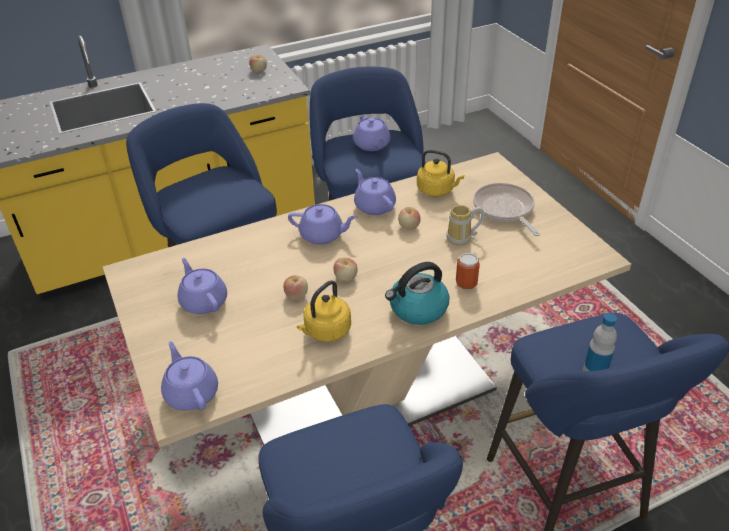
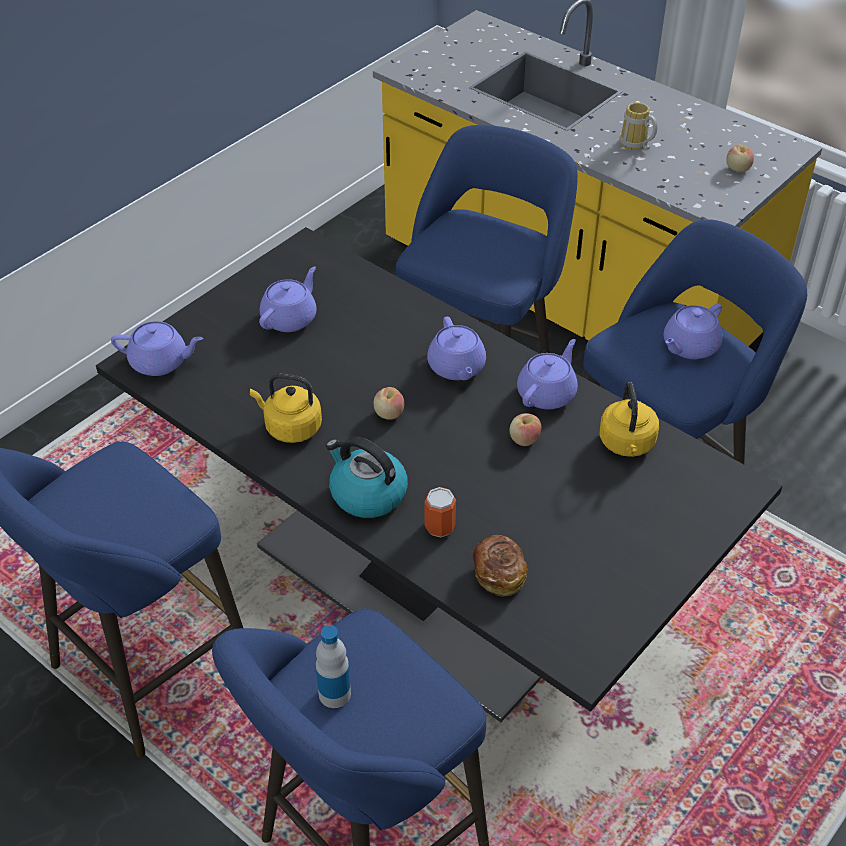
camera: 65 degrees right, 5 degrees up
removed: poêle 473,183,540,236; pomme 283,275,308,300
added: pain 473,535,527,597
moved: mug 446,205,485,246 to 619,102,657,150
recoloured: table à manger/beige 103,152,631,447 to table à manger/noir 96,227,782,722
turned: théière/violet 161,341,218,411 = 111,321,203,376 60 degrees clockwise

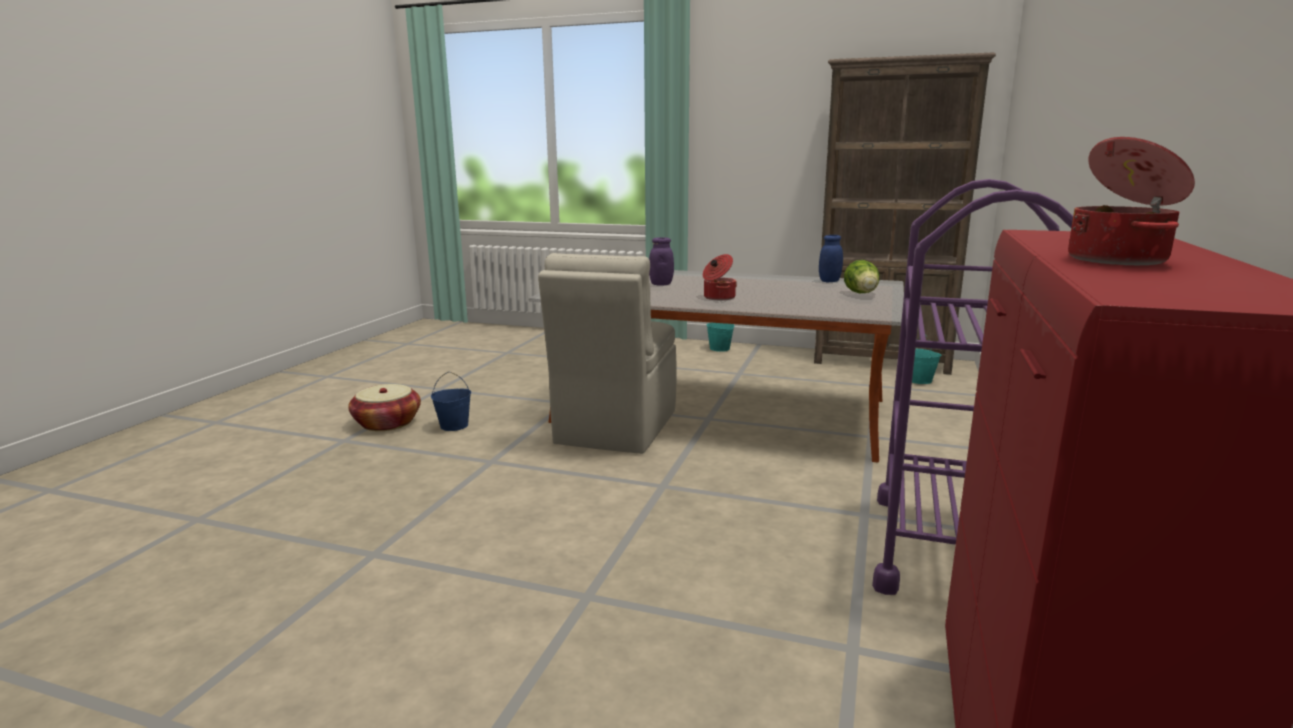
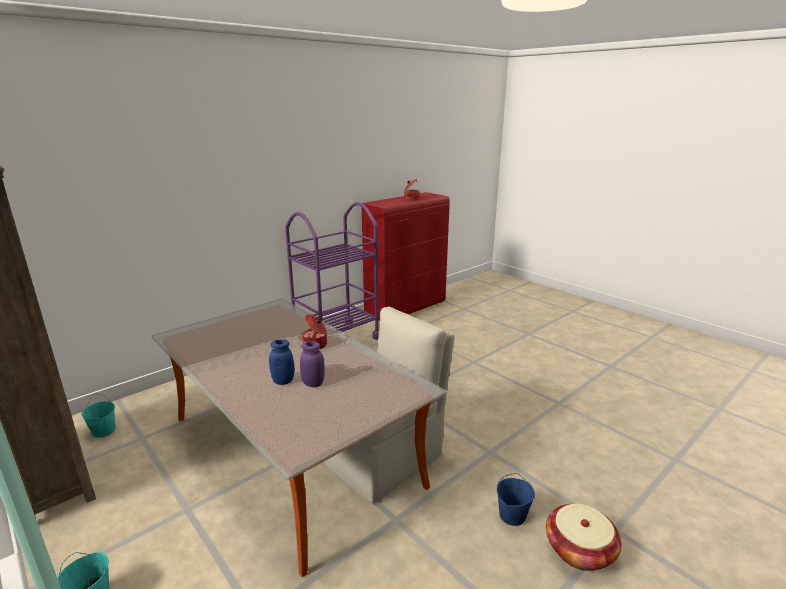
camera: 150 degrees left, 5 degrees up
removed: laitue 844,260,879,293
moved: bocal/bleu 819,235,843,282 to 269,339,295,385

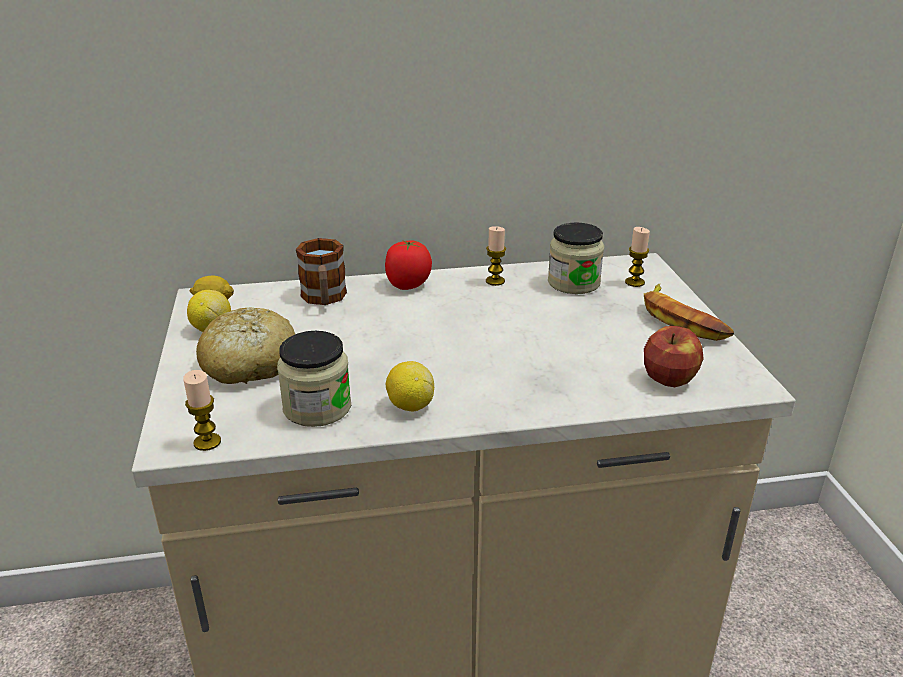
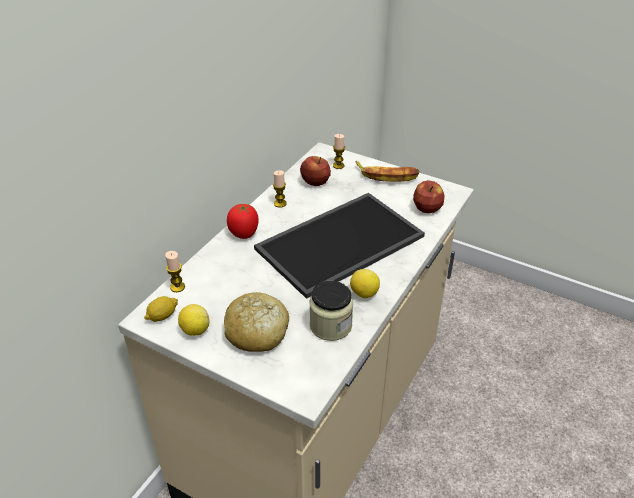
camera: 50 degrees left, 10 degrees up
removed: mug 296,238,347,305
added: plateau 254,193,425,299
moved: bougie 183,370,221,451 to 165,251,185,292
replaced: bocal 548,223,604,294 to pomme 300,156,331,186

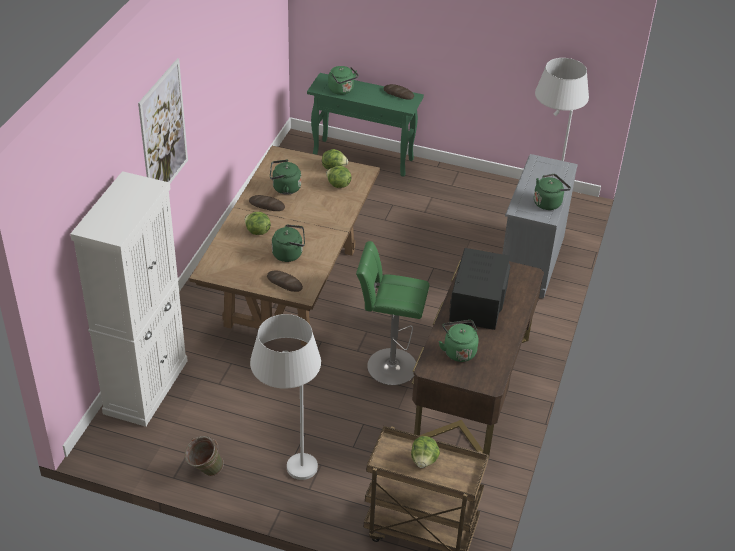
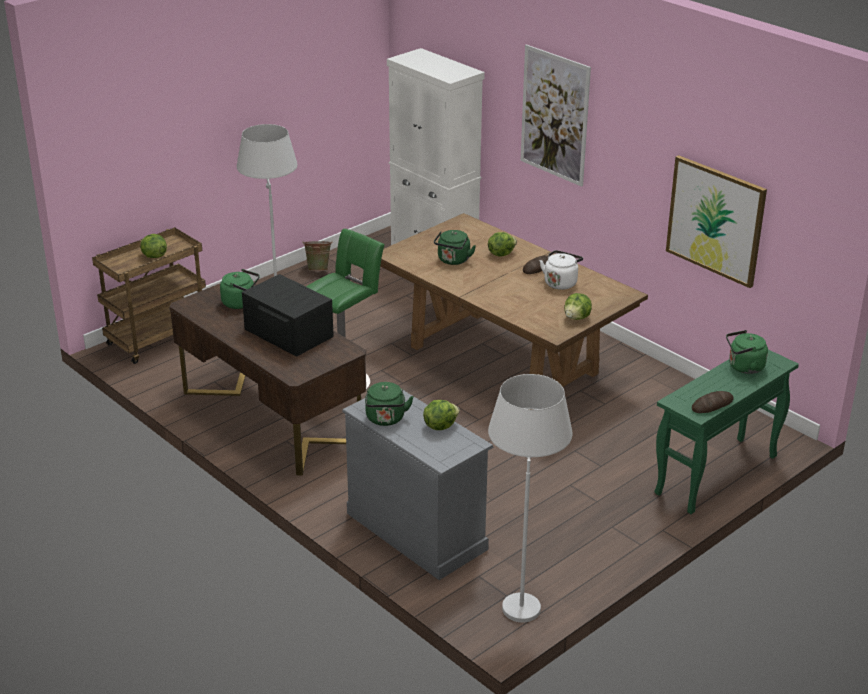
camera: 120 degrees right, 10 degrees down
removed: pain 267,271,303,292
added: tableau 666,155,767,288
moved: laitue 326,166,352,188 to 423,400,460,430
recoloured: bouilloire/vert 270,160,301,195 to bouilloire/blanc 540,250,583,290

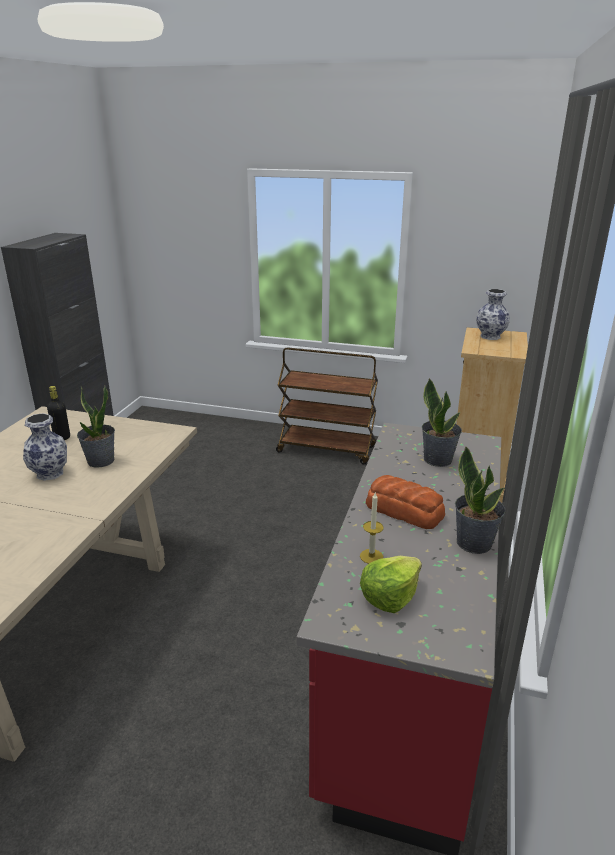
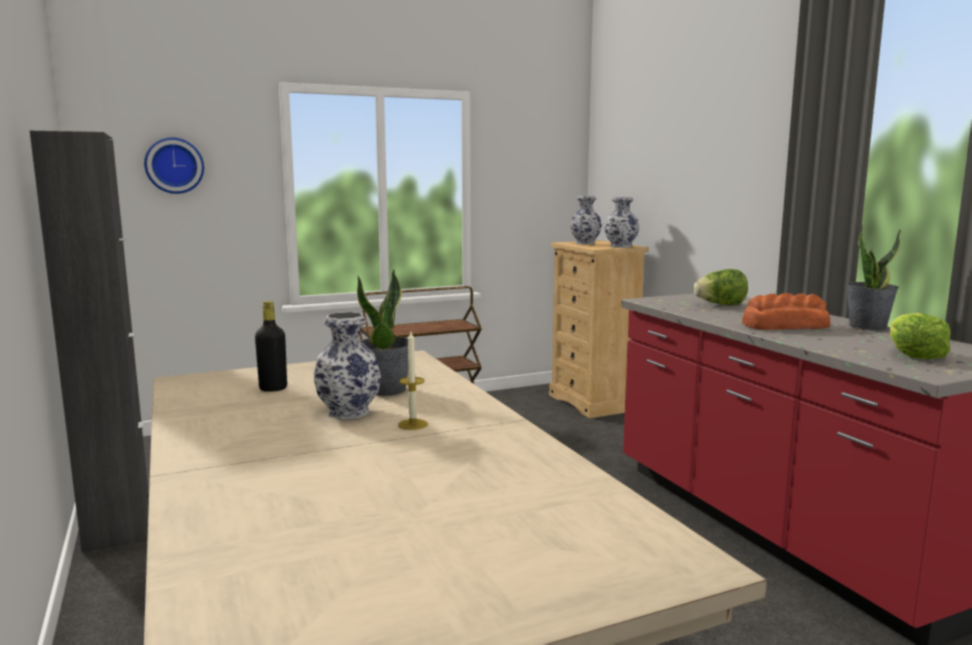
camera: 40 degrees left, 15 degrees down
added: horloge murale 144,137,204,194; vase 604,197,639,248
moved: bougie 360,493,384,564 to 398,332,428,430
replaced: plante en pot 422,378,462,467 to laitue 693,269,748,305

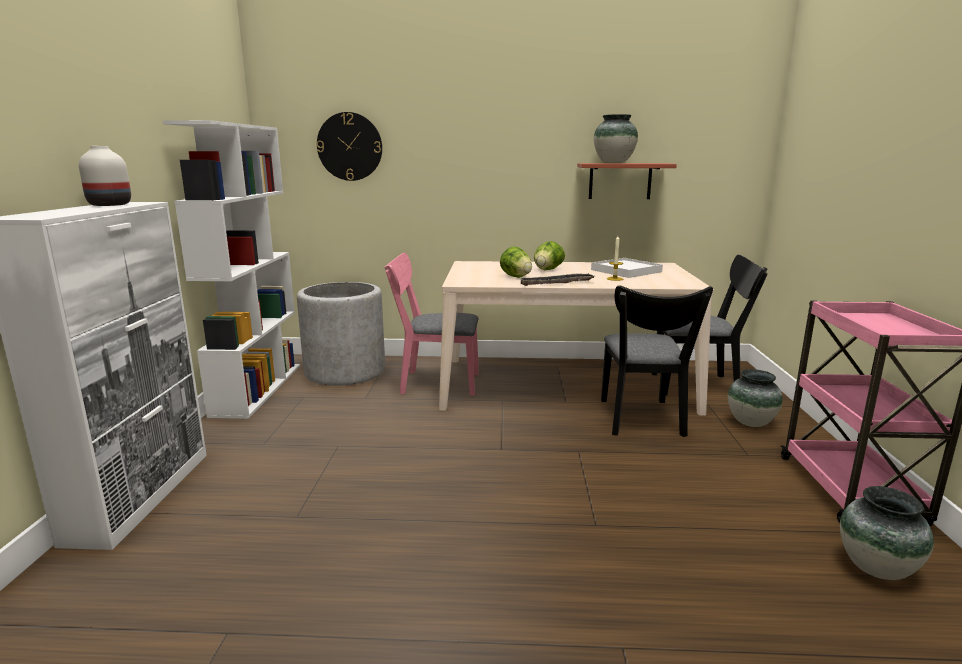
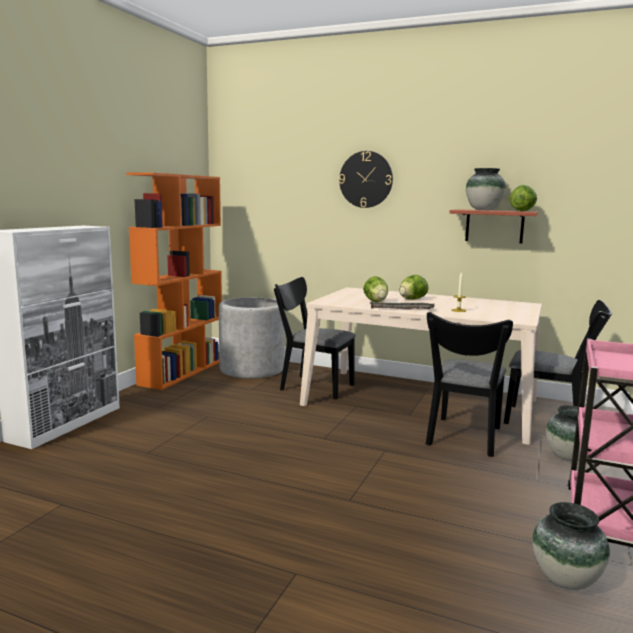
camera: 20 degrees right, 5 degrees down
removed: vase/blanc 79,146,131,206; plateau/blanc 591,258,663,278
added: laitue 509,185,537,211
moved: horloge murale 316,112,382,181 to 339,151,393,208
recoloured: bibliothèque/blanc 163,120,300,419 to bibliothèque/orange 126,172,222,390; chaise/rose 384,253,479,396 to chaise/noir 274,277,356,399

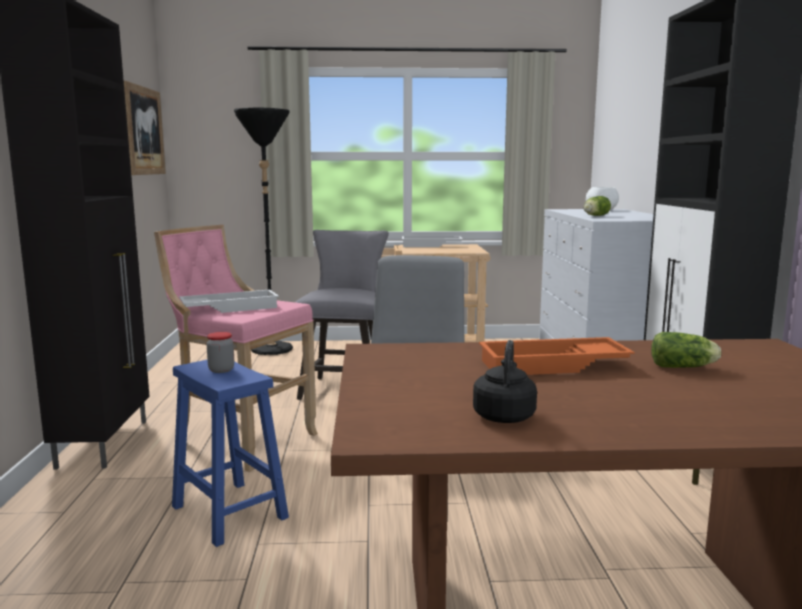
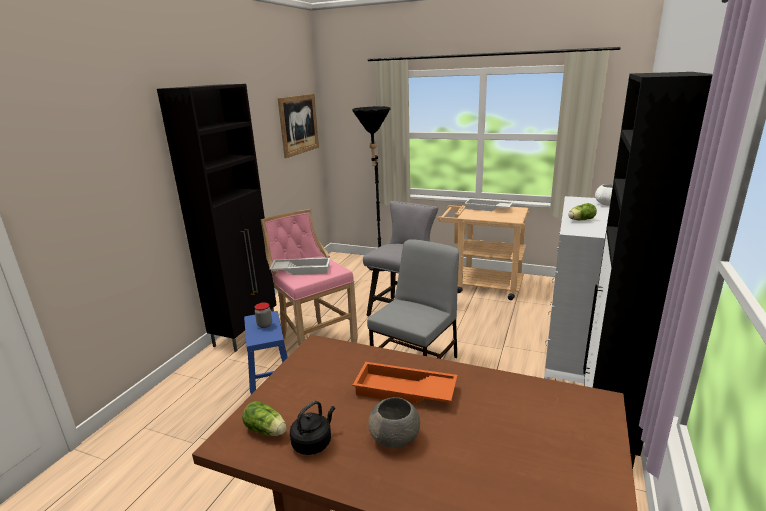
camera: 25 degrees right, 10 degrees up
added: bol/gris 368,397,420,448
moved: laitue 651,332,721,368 to 242,401,286,436

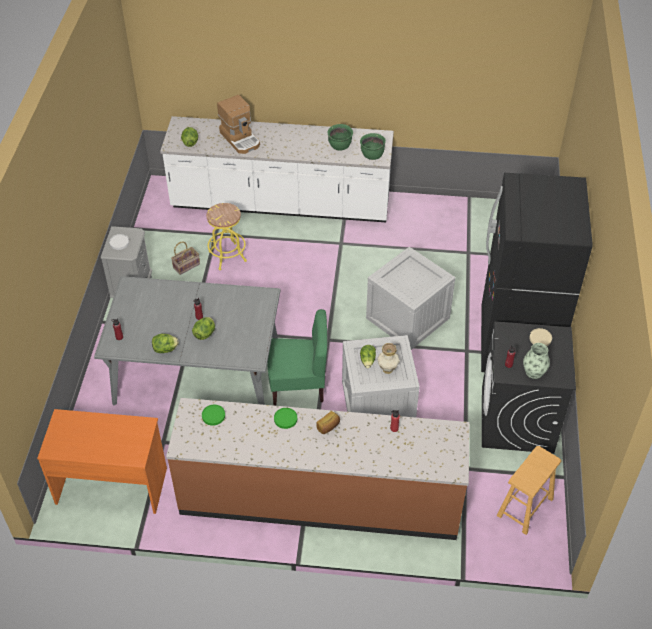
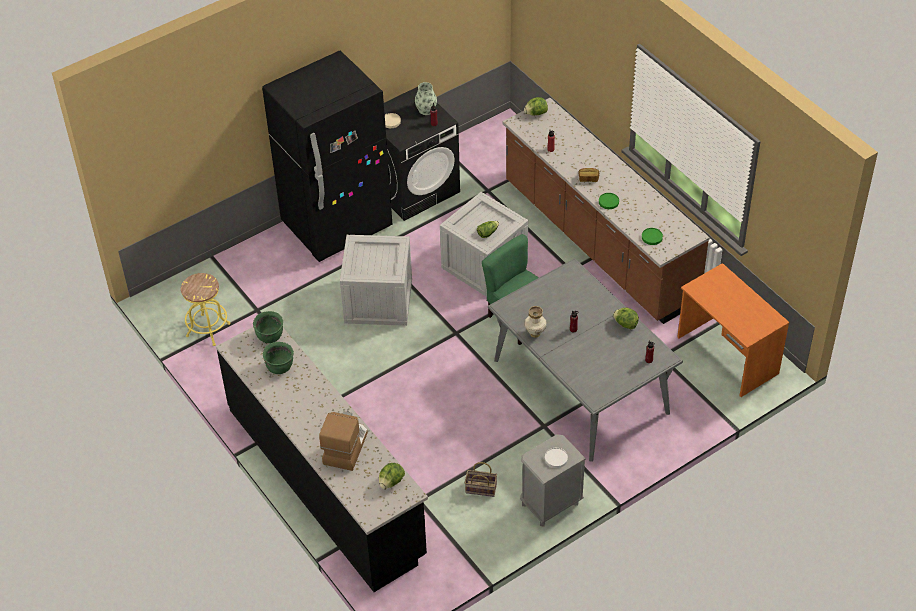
camera: 130 degrees left, 0 degrees up
removed: tabouret/marron 497,446,561,535
moved: tabouret/jaune 206,203,247,270 to 181,273,231,346; laitue 192,317,215,340 to 524,97,548,115; vase 377,343,400,374 to 524,306,546,338
recoloured: comptoir de cuisine/blanc 160,116,394,222 to comptoir de cuisine/noir 216,327,428,592

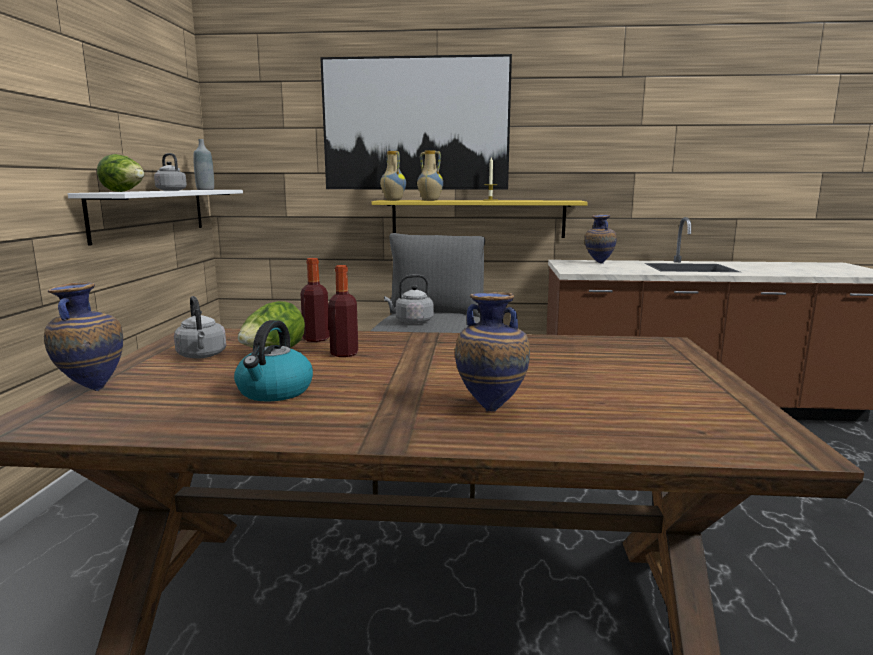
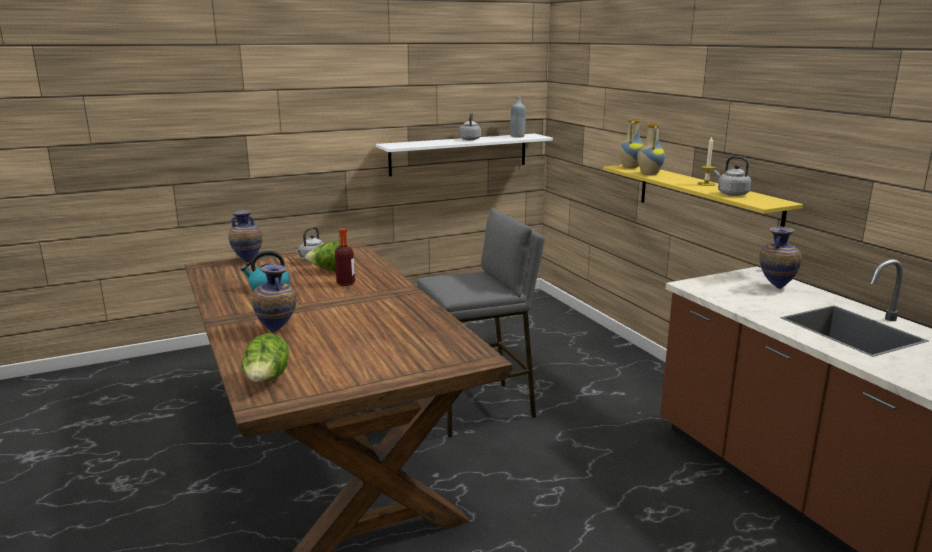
camera: 60 degrees right, 5 degrees up
removed: tableau 320,54,512,190; bouteille 300,258,330,342
moved: laitue 97,154,144,192 to 241,333,289,382; bouilloire/gris 384,274,434,324 to 714,156,751,196

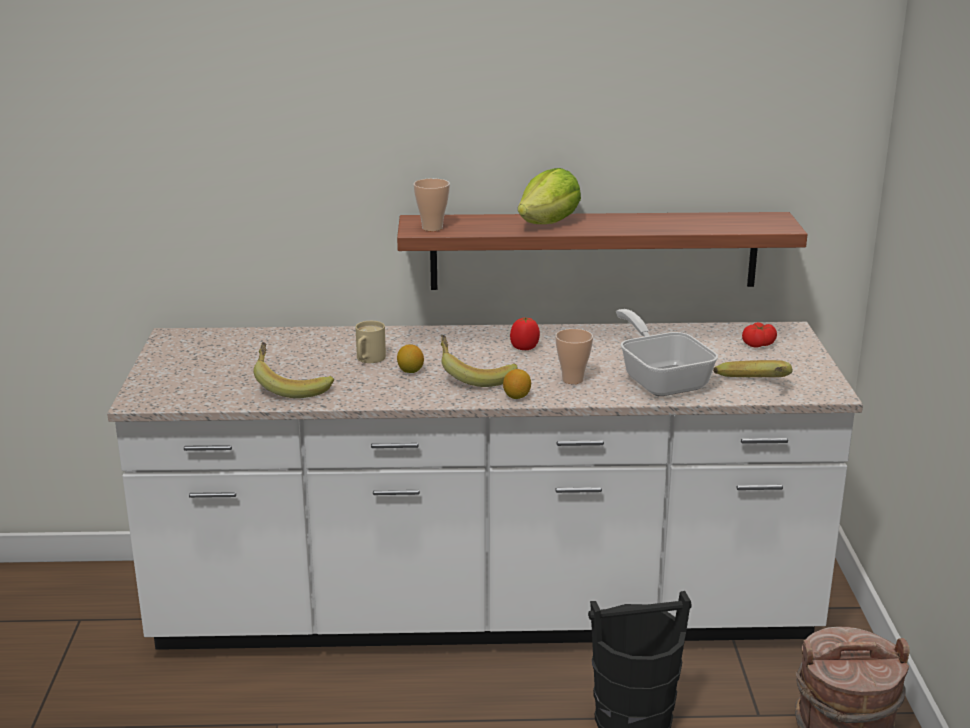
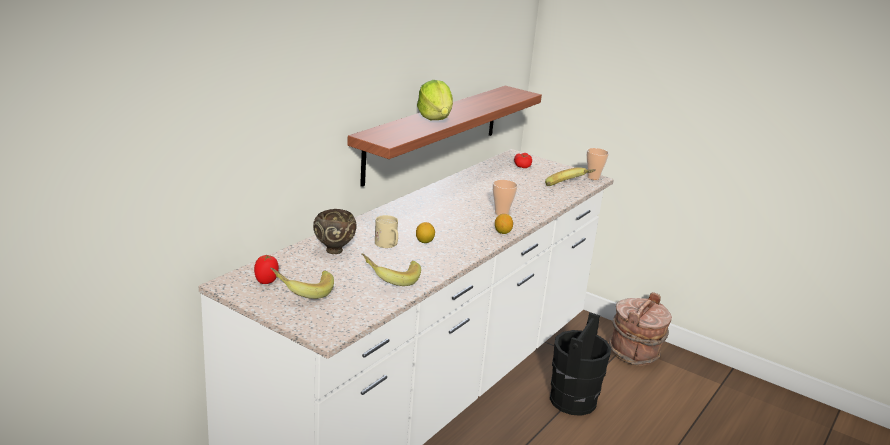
camera: 55 degrees left, 0 degrees up
removed: poêle 616,309,718,396
added: bol/marron 313,209,357,254
moved: tasse 414,178,450,231 to 587,148,609,180; tomate 510,318,540,350 to 254,255,279,284; banane 441,335,518,387 to 270,268,334,299

